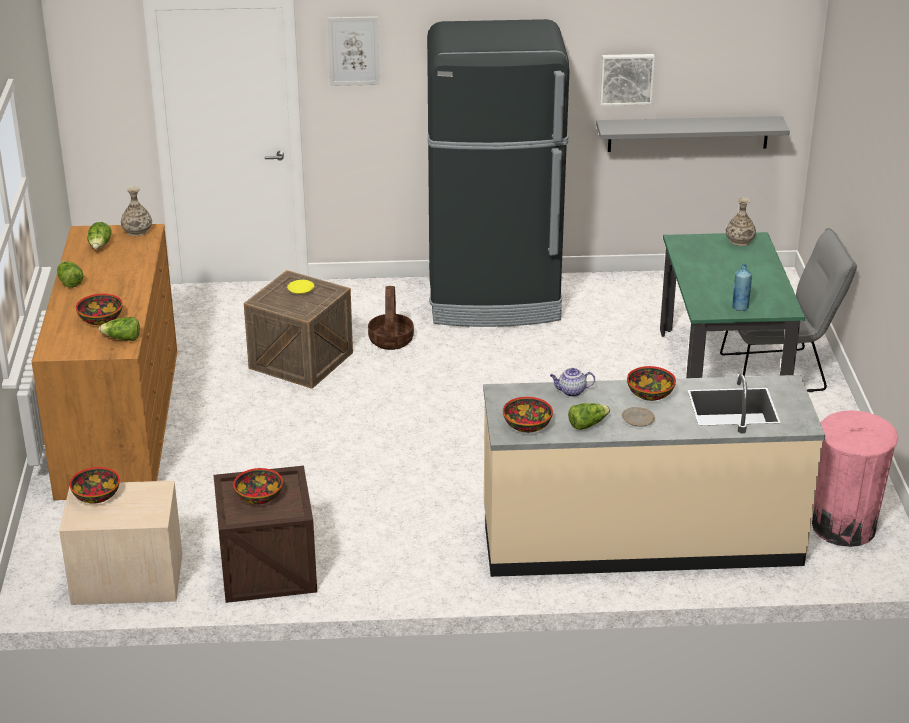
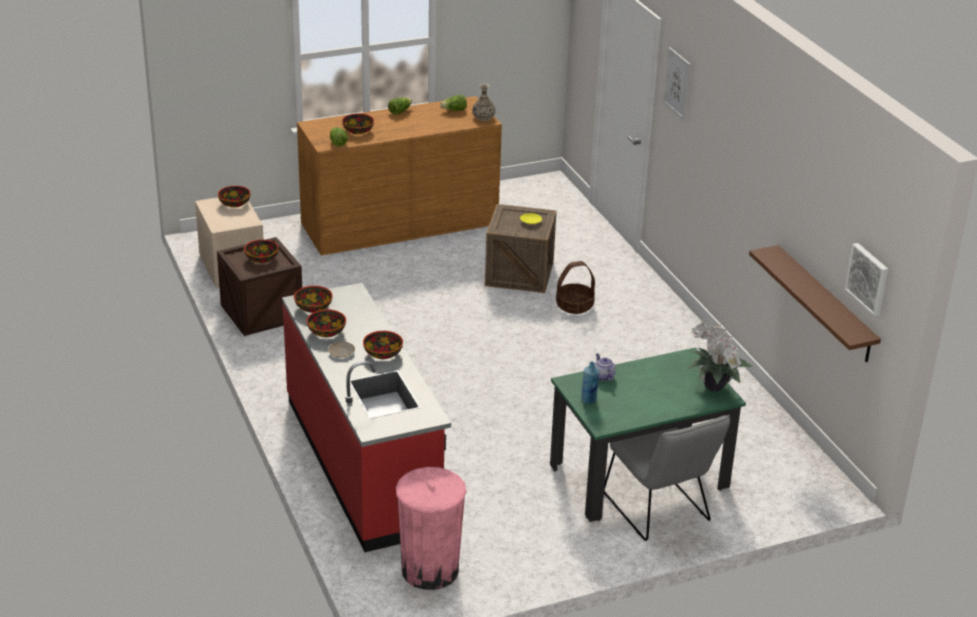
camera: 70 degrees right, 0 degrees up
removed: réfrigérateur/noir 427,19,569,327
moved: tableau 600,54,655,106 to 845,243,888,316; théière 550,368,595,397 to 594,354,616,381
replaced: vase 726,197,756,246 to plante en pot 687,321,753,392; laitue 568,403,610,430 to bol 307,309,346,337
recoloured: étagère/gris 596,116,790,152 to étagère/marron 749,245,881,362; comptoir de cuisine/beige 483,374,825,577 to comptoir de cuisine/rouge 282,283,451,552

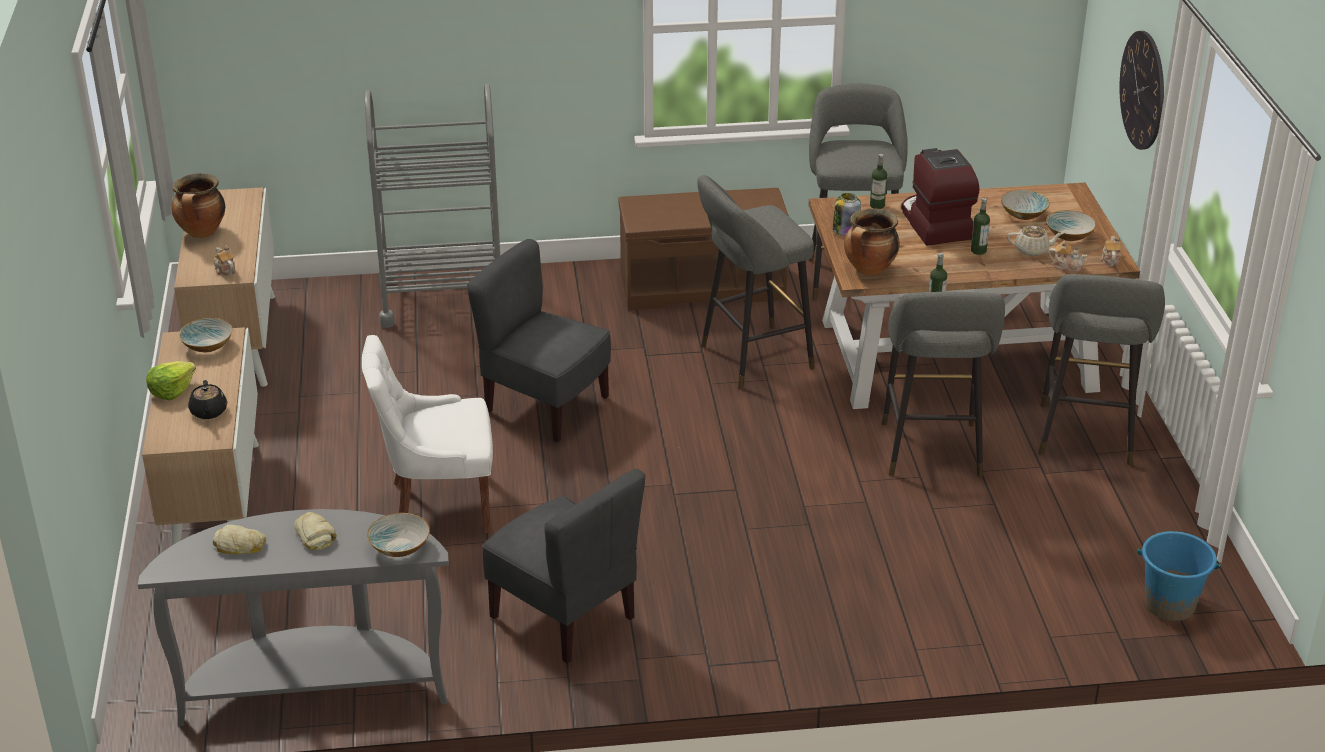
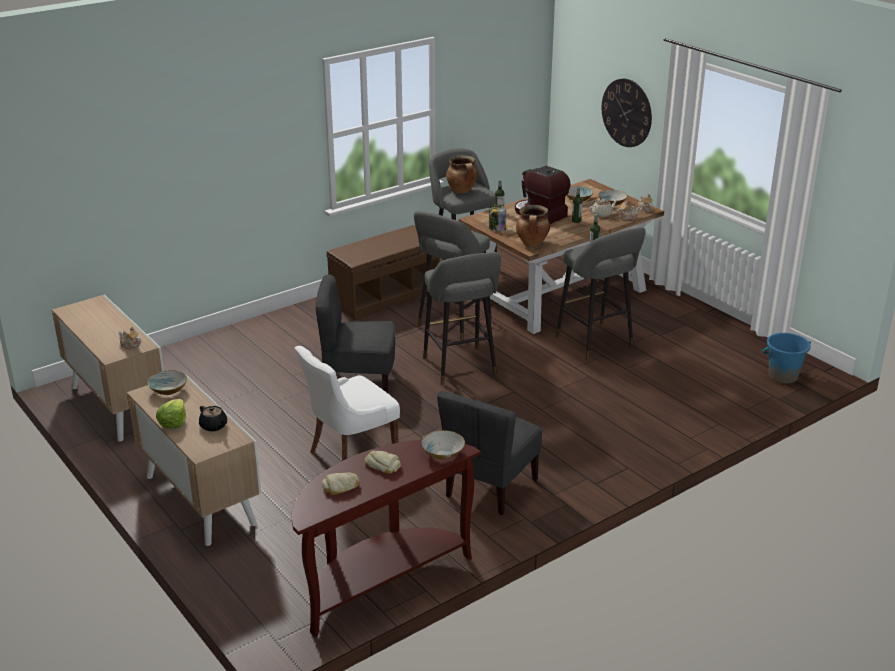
camera: 30 degrees left, 5 degrees down
removed: chariot/gris 365,84,500,328
moved: marmite 171,173,225,238 to 446,155,478,194; tabouret/gris 1038,274,1165,466 to 423,252,501,385
recoloured: table console/gris 138,509,449,727 to table console/marron 292,440,481,638
turned: chaise/gris 482,469,645,663 = 437,391,542,515 105 degrees clockwise

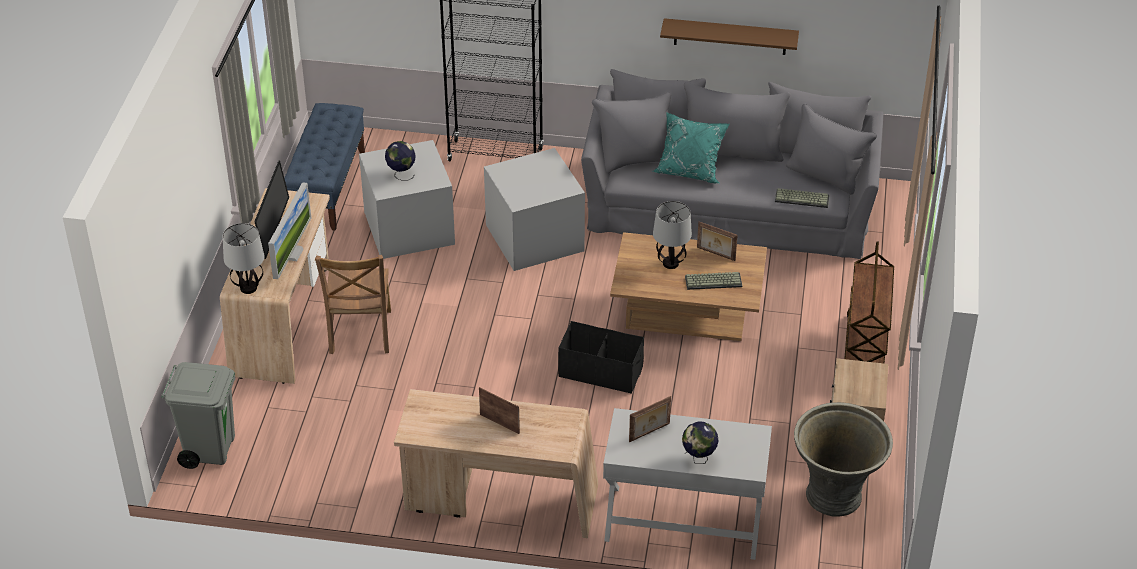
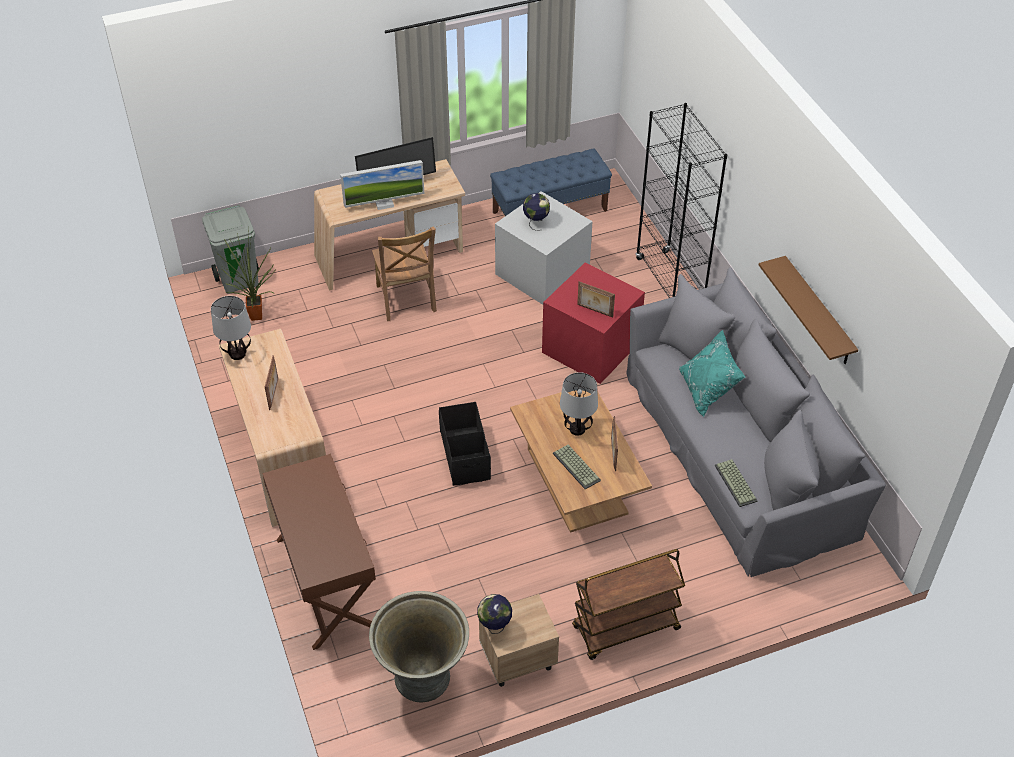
camera: 60 degrees right, 5 degrees up
added: plante en pot 217,228,275,321
moved: lampe de table 223,223,265,294 to 211,296,251,360; cadre photo 629,396,671,442 to 577,281,615,318; globe 682,421,719,464 to 477,594,512,634
recoloured: boîte de rangement/gris 484,148,585,271 to boîte de rangement/rouge 542,263,645,384; table console/blanc 603,408,772,560 to table console/marron 262,454,376,650
turned: chaise/marron 315,255,391,354 = 372,226,437,321 75 degrees counterclockwise

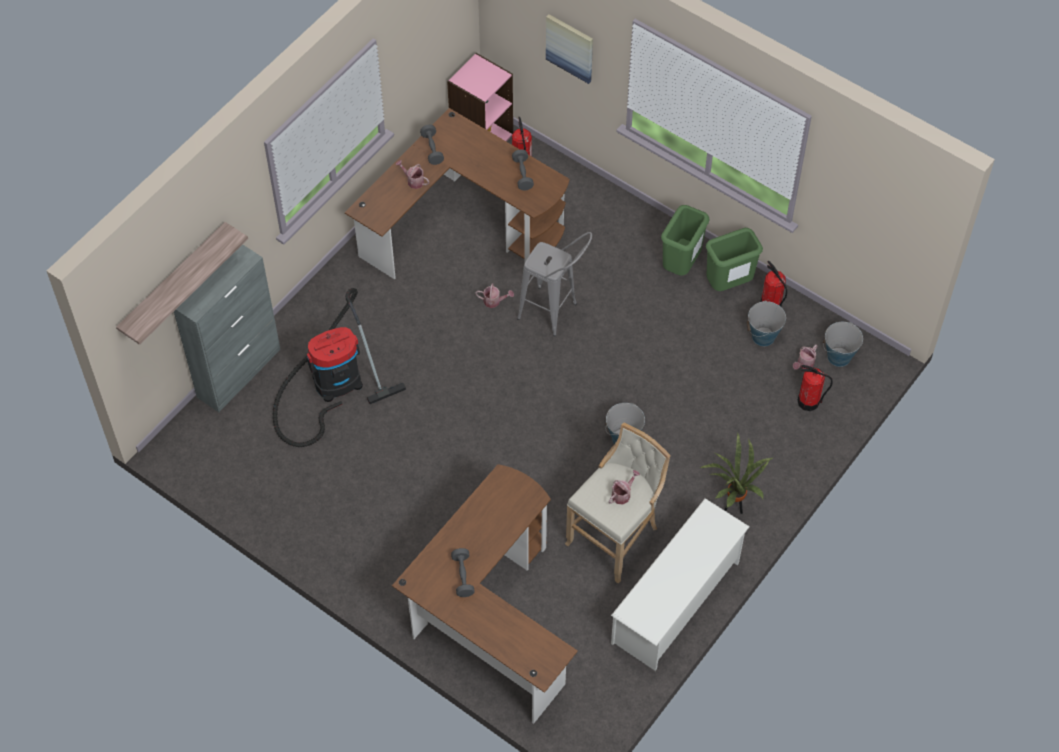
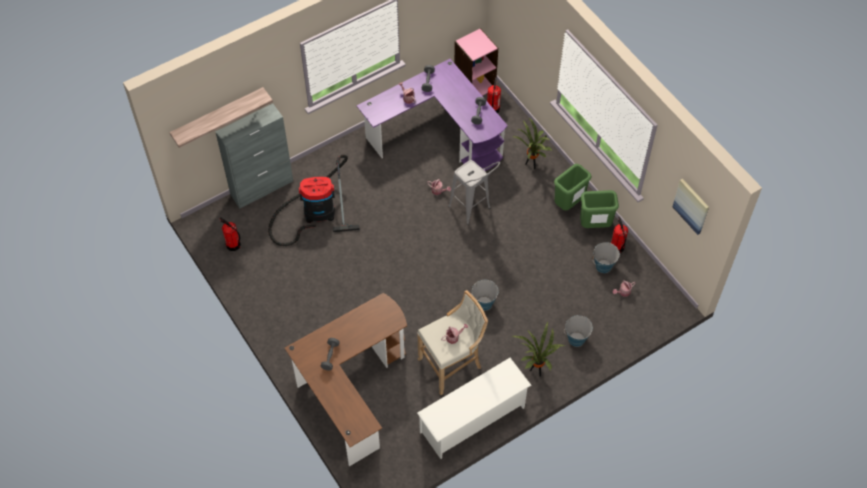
camera: 20 degrees right, 0 degrees up
added: plante en pot 513,118,552,169
moved: tableau 546,14,593,84 to 673,179,709,235; seau 823,322,863,367 to 564,315,593,347; extincteur 798,365,833,411 to 220,217,241,251
recoloured: bureau/marron 345,108,570,279 to bureau/violet 356,59,508,171

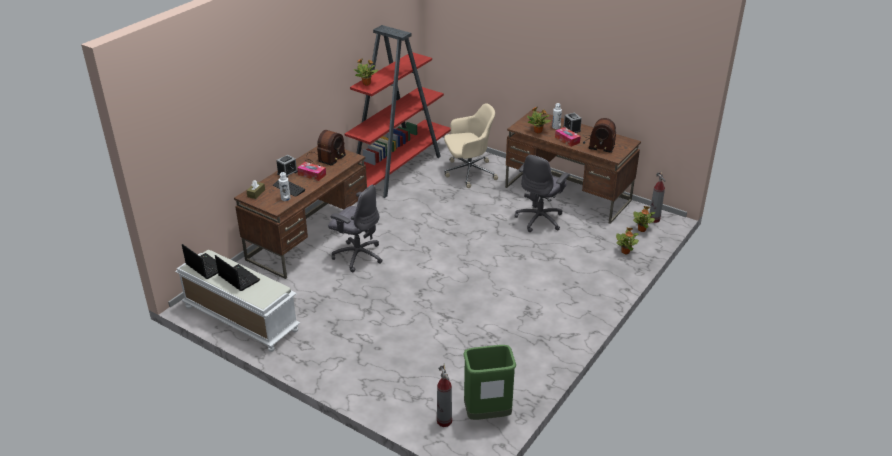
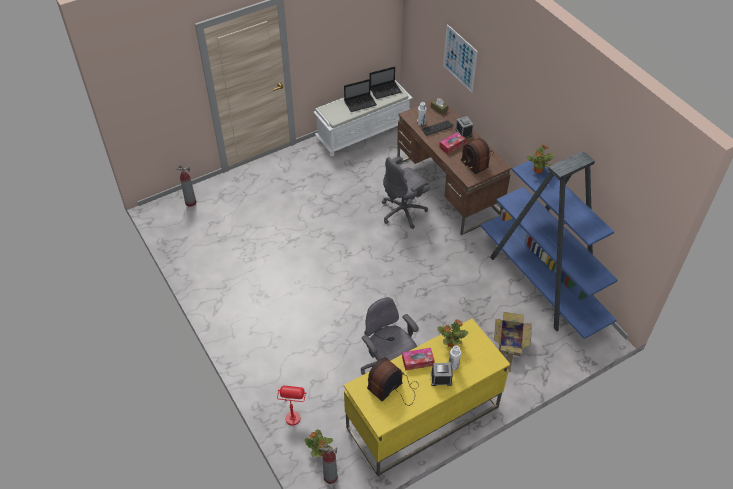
camera: 115 degrees right, 15 degrees up
removed: poubelle/vert 463,345,516,420
added: tableau 443,24,478,93
replaced: chaise de bureau/beige 444,103,498,188 to carton 494,312,532,372; plante en pot 616,228,639,254 to lampe de table/rouge 277,386,307,425
recoloured: bibliothèque/rouge 345,25,451,198 to bibliothèque/bleu 480,151,618,339; bureau/marron 505,110,641,224 to bureau/jaune 344,319,510,476

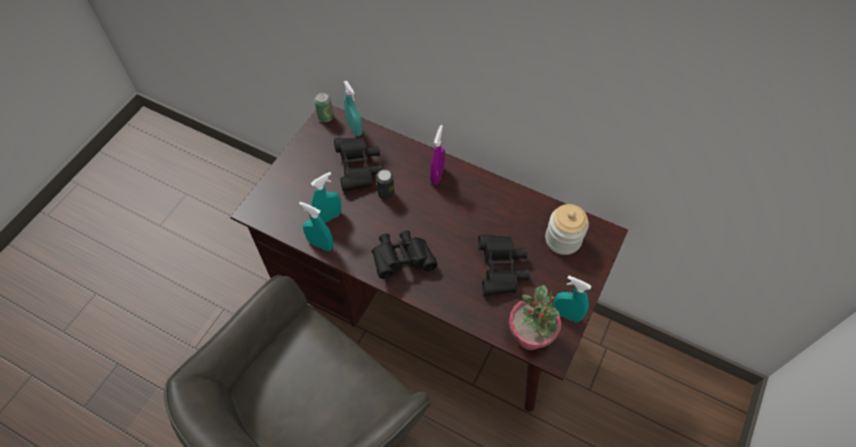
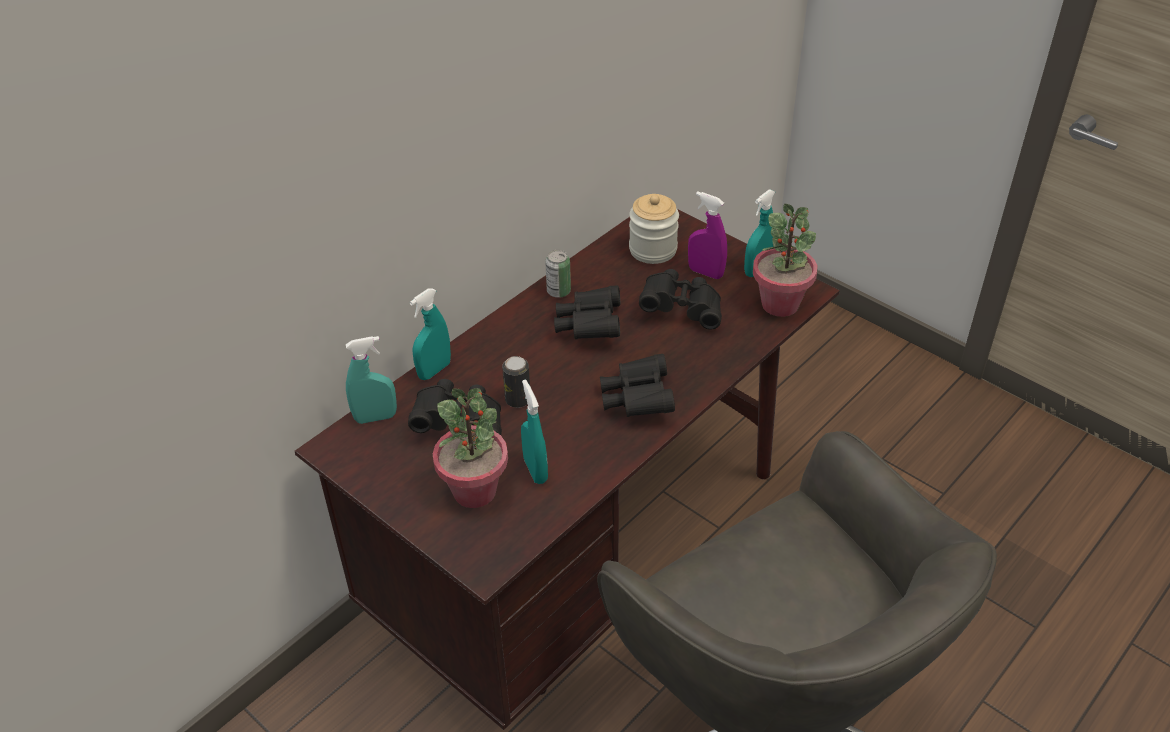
camera: 75 degrees left, 15 degrees down
added: jumelles/noir 554,286,620,339; plante en pot 433,388,508,508
moved: boîte métallique 314,92,334,122 to 545,250,571,298; vaporisateur/violet 430,125,445,184 to 688,191,727,279; vaporisateur/turquoise 299,201,333,251 to 409,288,451,380

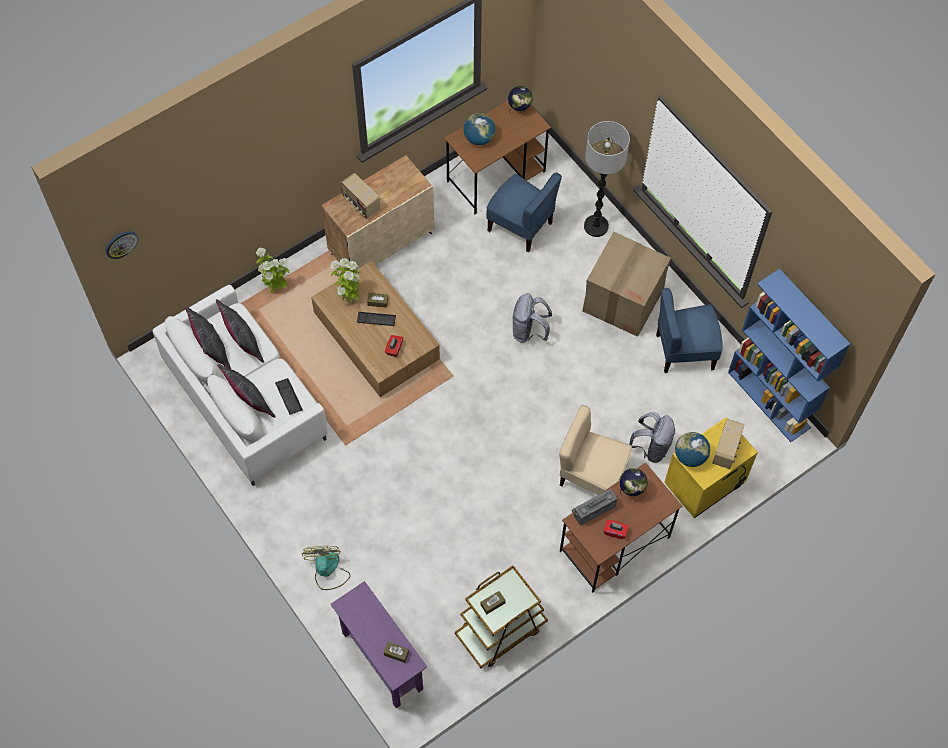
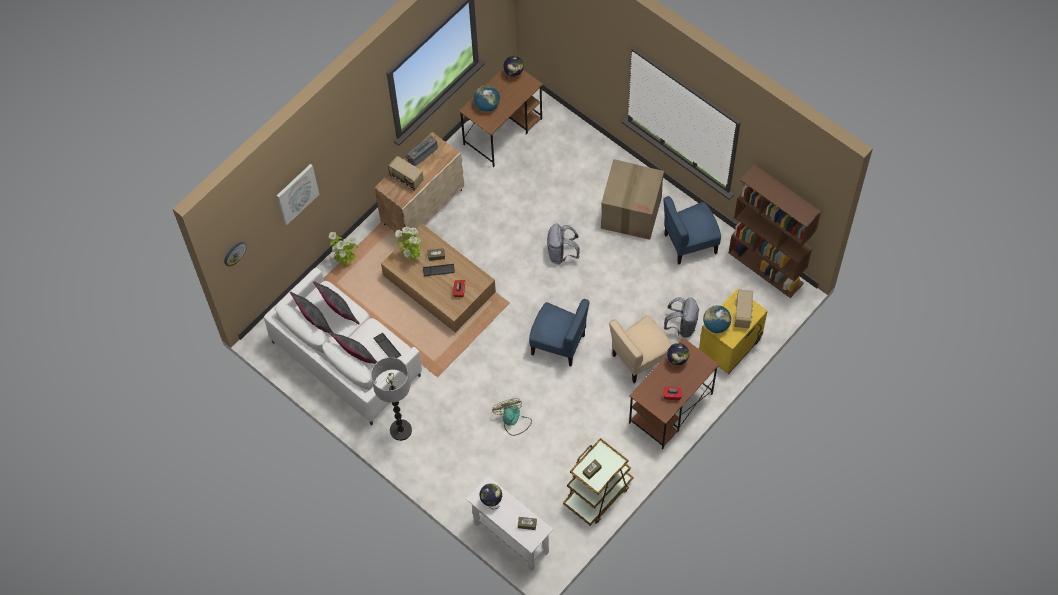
camera: 10 degrees left, 0 degrees up
added: tableau 277,164,320,225; globe 480,483,502,509
moved: lampadaire 584,121,630,237 to 371,357,412,441; chaise/bleu 486,173,562,252 to 529,299,589,366; radio 572,489,617,525 to 405,135,438,166; ventilateur 302,546,350,590 to 492,398,532,436
recoloured: bibliothèque/bleu 728,269,850,442 to bibliothèque/marron 729,164,821,298; table console/violet 331,581,427,708 to table console/blanc 466,476,553,571
turned: chaise/beige 559,405,632,495 = 609,315,672,383 45 degrees counterclockwise

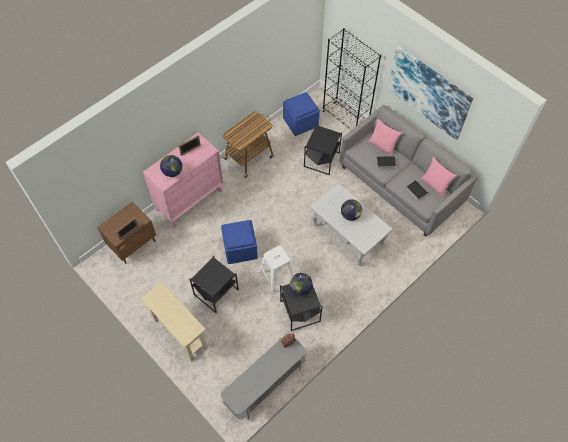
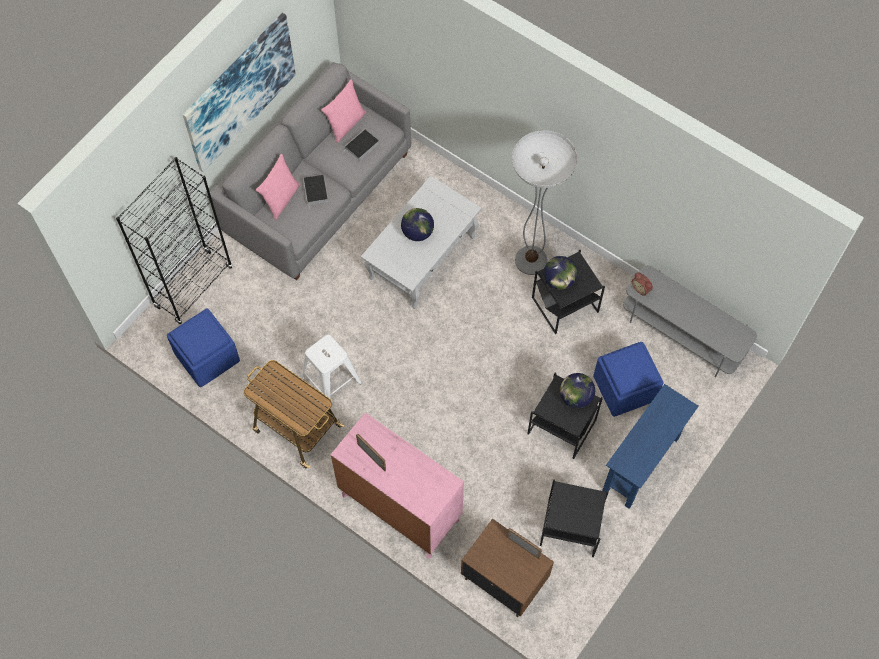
camera: 100 degrees left, 5 degrees up
added: lampadaire 512,130,577,275
moved: table d'appoint/noir 304,124,342,175 to 540,479,609,557; globe 160,155,182,177 to 560,373,595,408; pouf/bleu 221,220,258,264 to 593,342,663,417; tabouret/blanc 258,246,294,294 to 301,335,362,398
recoloured: table console/beige 141,282,207,362 to table console/bleu 602,384,699,509

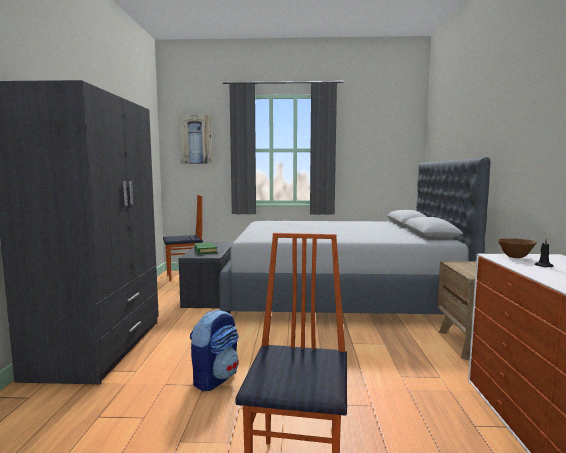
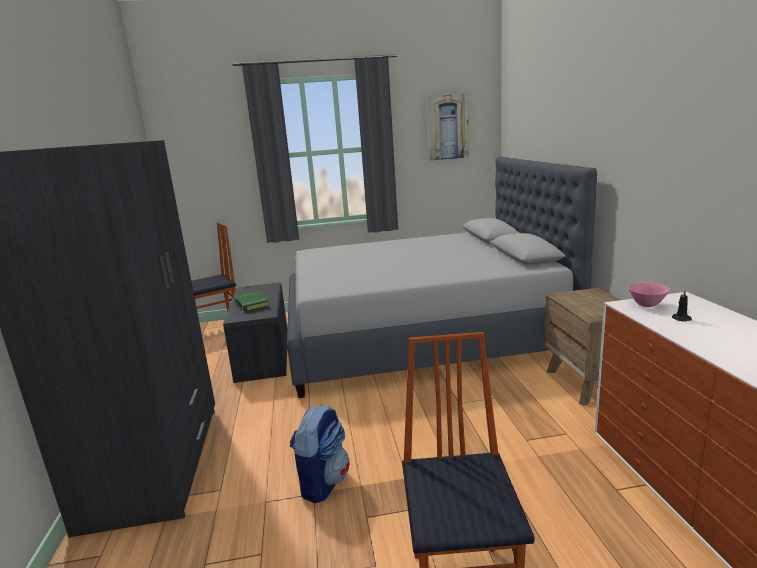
camera: 10 degrees left, 10 degrees up
moved: tableau 179,115,212,164 to 427,93,469,161
recoloured: bol/marron 498,238,537,258 to bol/rose 628,282,670,307

